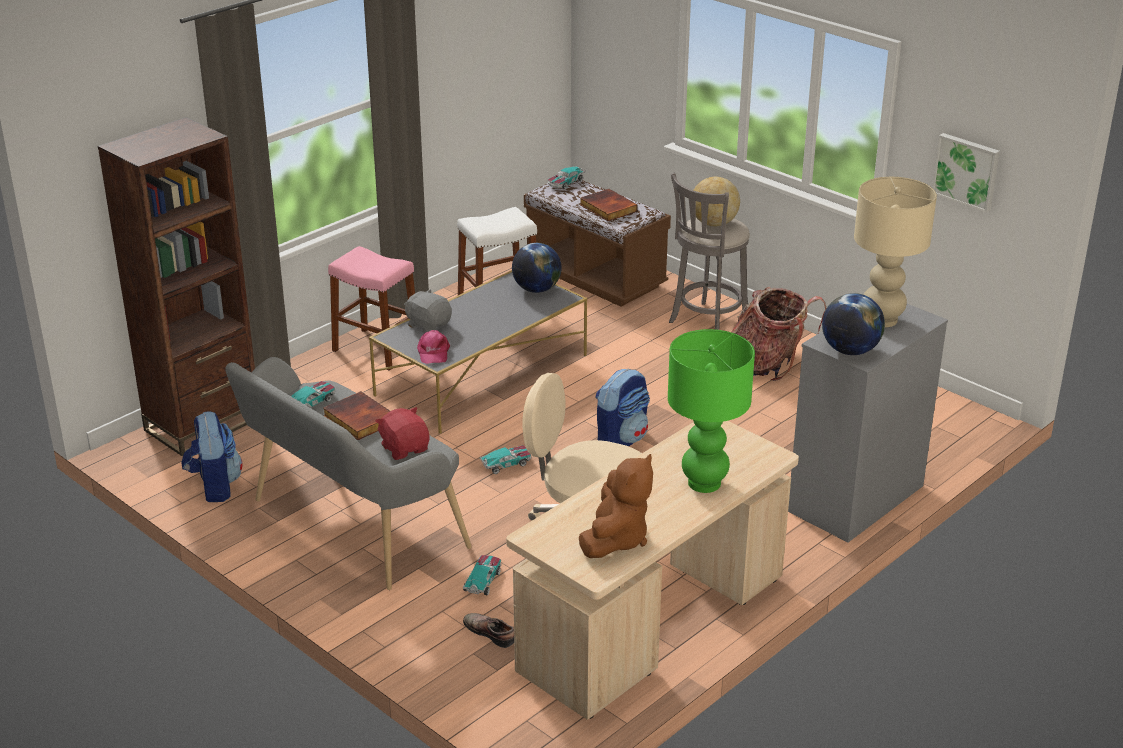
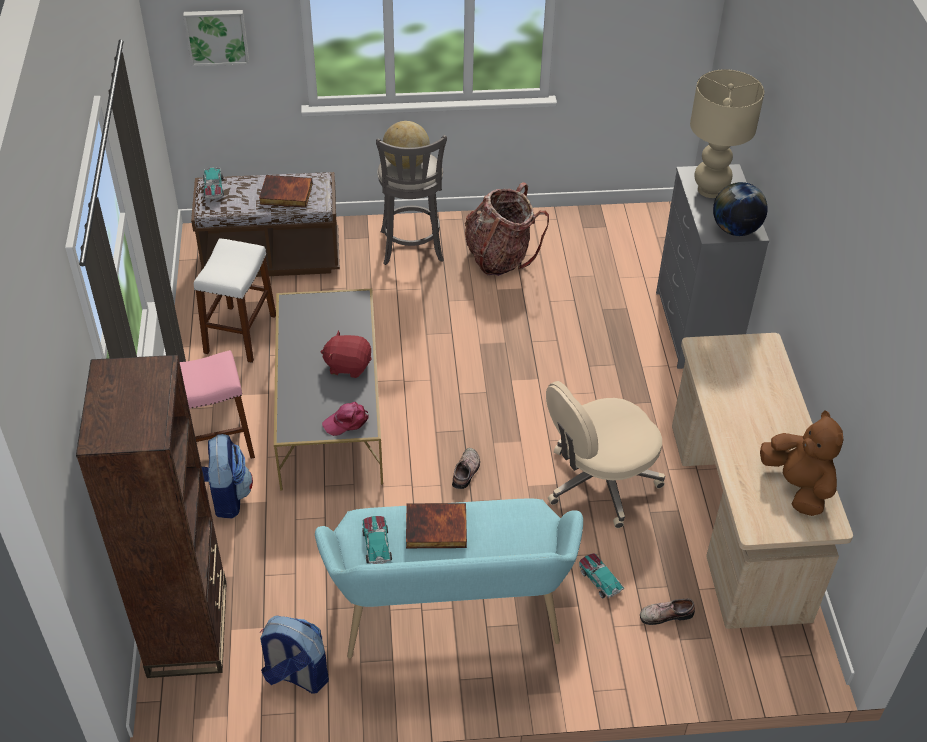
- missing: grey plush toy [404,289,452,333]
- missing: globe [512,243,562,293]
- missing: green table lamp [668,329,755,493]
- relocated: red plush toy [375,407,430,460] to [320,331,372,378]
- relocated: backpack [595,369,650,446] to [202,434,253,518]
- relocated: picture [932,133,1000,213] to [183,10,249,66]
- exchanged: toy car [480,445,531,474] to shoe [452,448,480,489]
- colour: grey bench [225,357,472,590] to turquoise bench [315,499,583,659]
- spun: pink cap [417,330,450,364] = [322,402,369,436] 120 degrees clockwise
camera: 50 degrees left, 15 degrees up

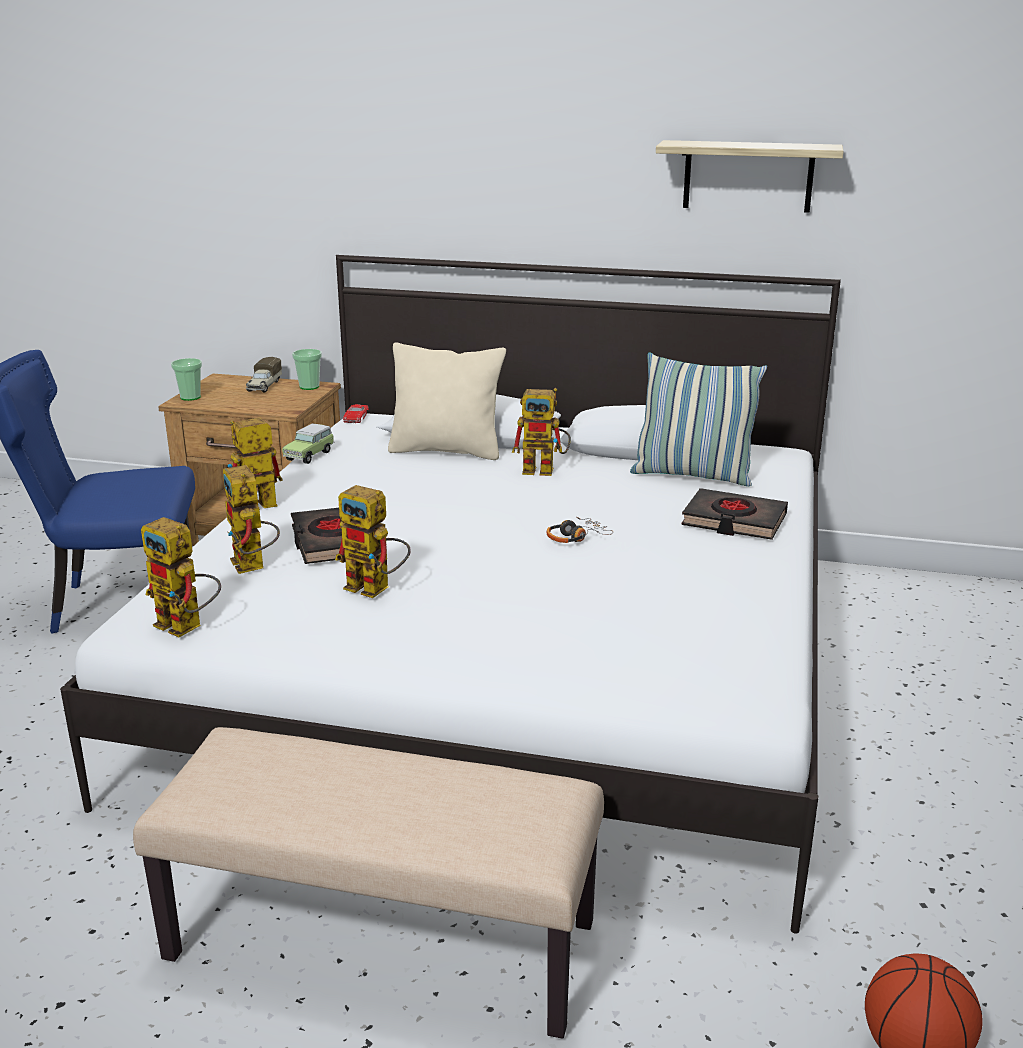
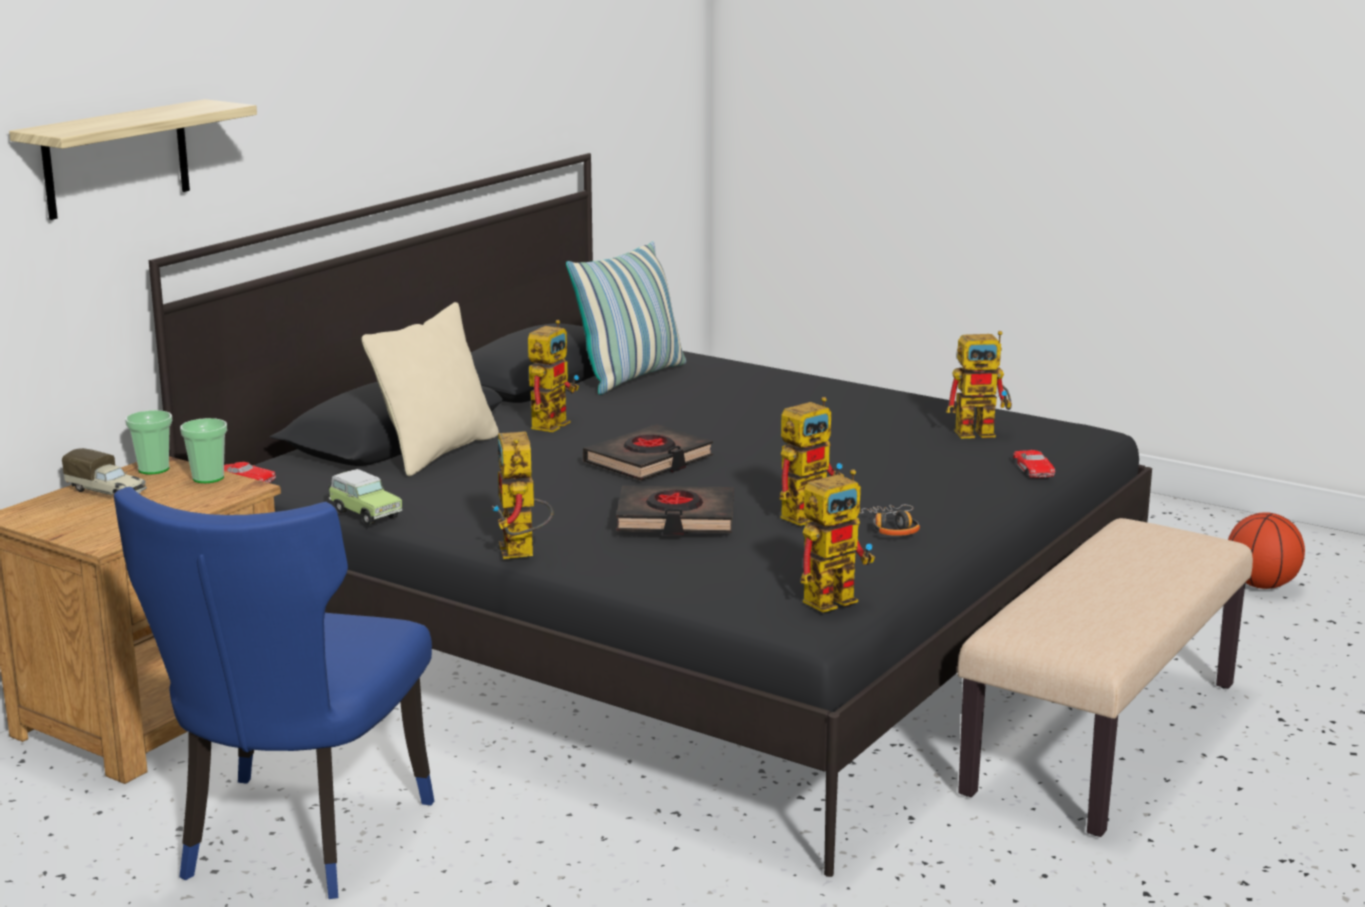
- appeared: red toy car [1013,450,1055,478]
- relocated: cup [171,358,202,401] to [180,418,227,483]
- relocated: toy robot [223,465,280,574] to [946,331,1012,439]
- relocated: headphones [547,517,613,543] to [859,505,920,536]
- relocated: shelf [656,140,844,213] to [9,99,257,220]
- relocated: black book [681,488,788,540] to [583,424,713,481]
- colour: white bed [60,255,841,934] to black bed [149,153,1152,877]
camera: 70 degrees left, 5 degrees down

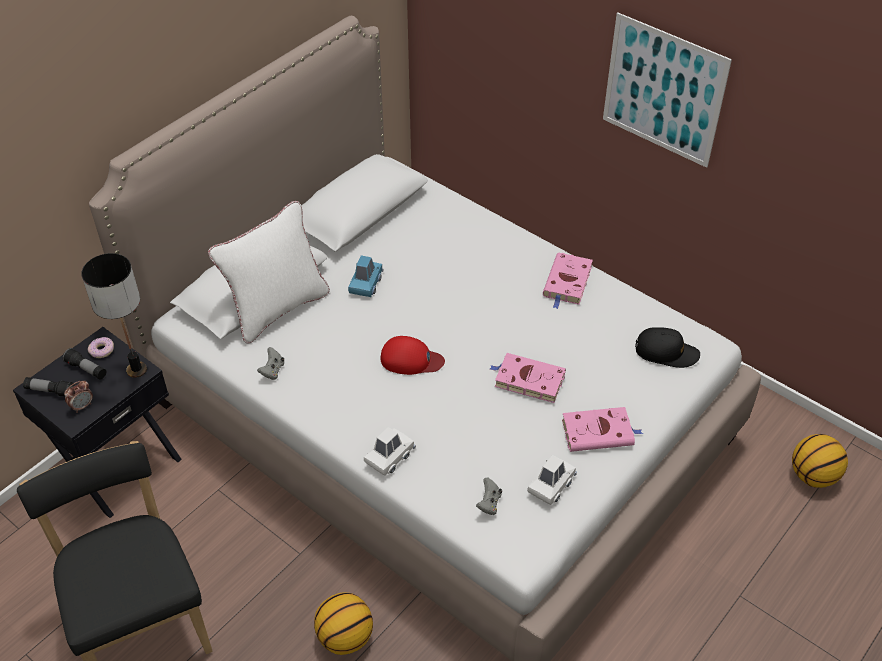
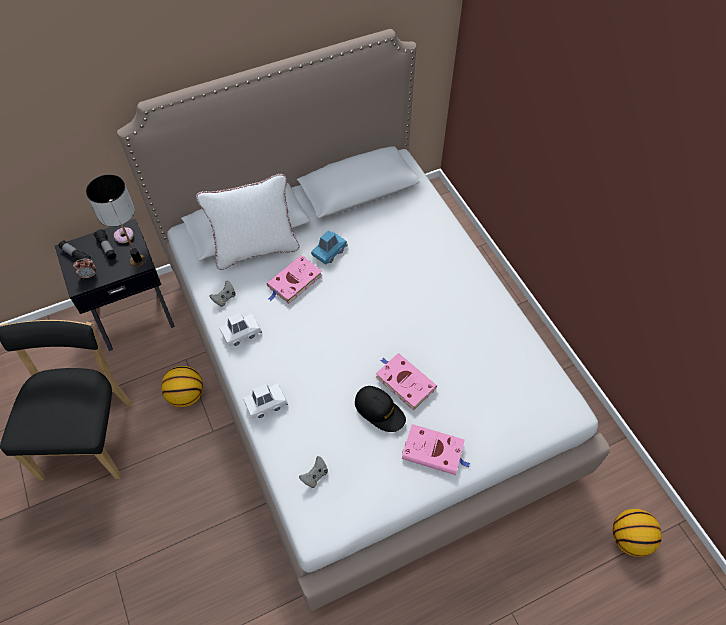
- missing: red cap [380,336,445,375]
- missing: picture [603,13,732,168]
- relocated: basketball [314,593,373,655] to [161,366,203,407]
- relocated: white toy car [527,455,577,505] to [219,313,262,346]
- relocated: pink book [543,253,593,309] to [266,255,322,304]
- relocated: black cap [635,327,700,368] to [355,386,406,432]
camera: 25 degrees right, 10 degrees up

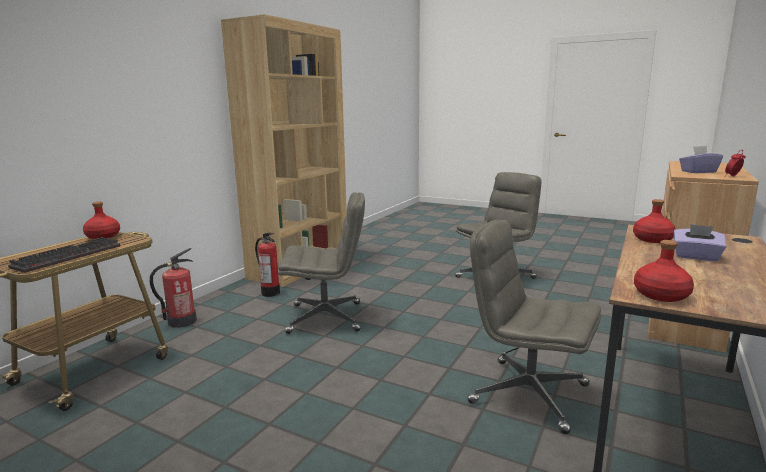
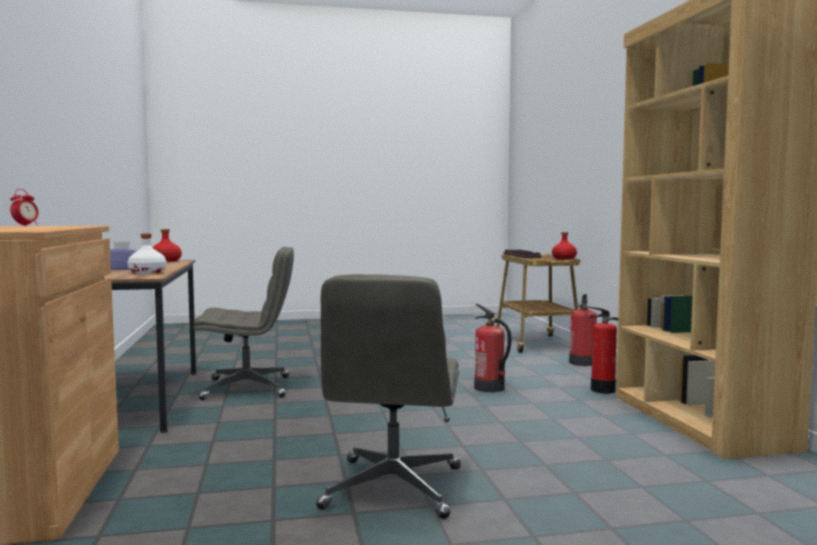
- missing: purple tissue box [679,146,723,173]
- exchanged: grey office chair [278,192,365,334] to fire extinguisher [474,304,512,392]
- colour: red bottle [633,199,676,243] to white bottle [127,233,167,274]
camera: 140 degrees right, 10 degrees down

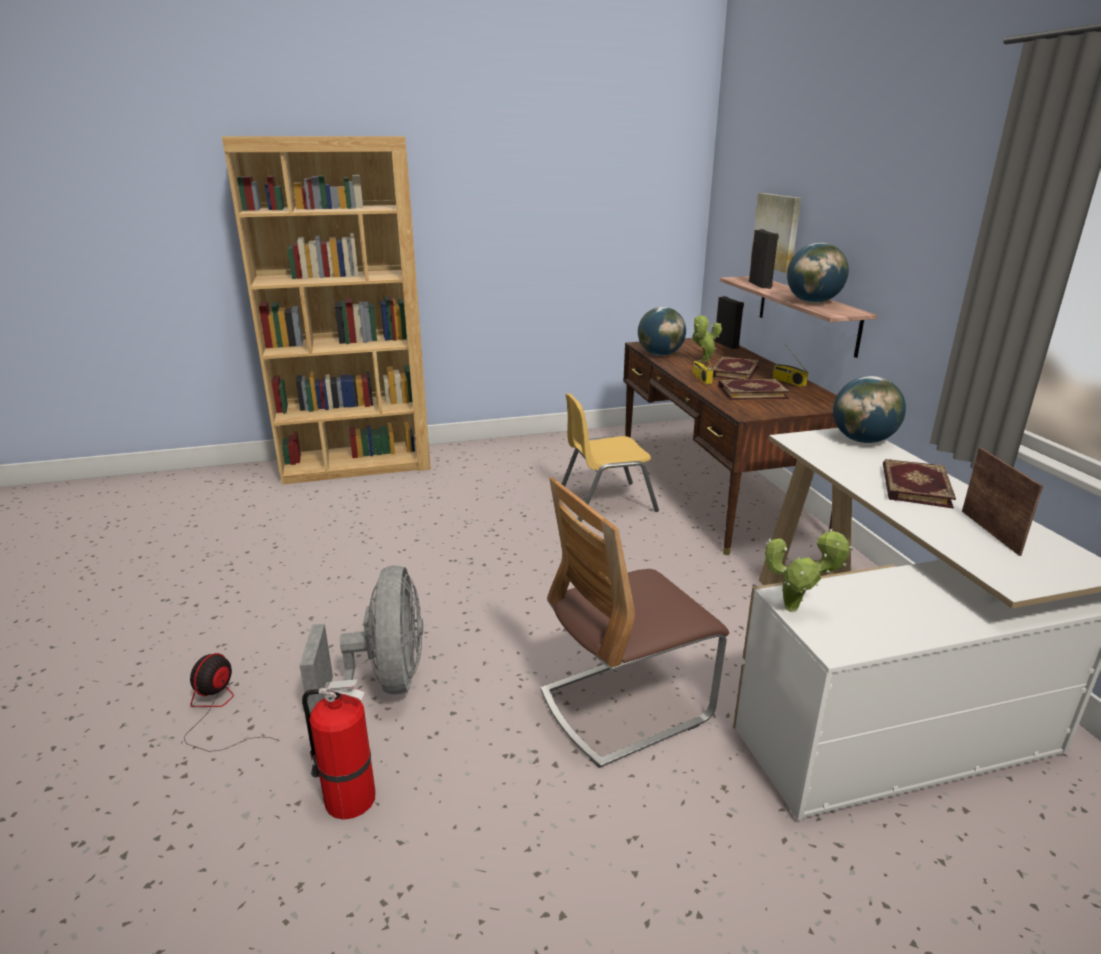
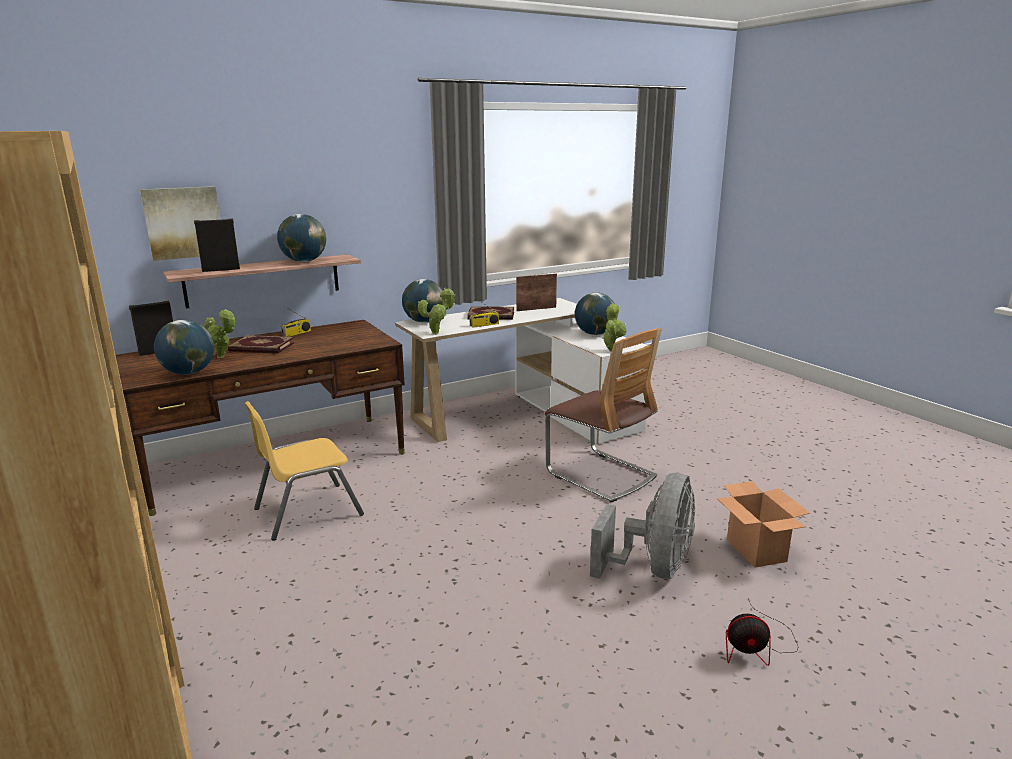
- missing: book [718,379,790,400]
- appeared: potted plant [418,288,456,335]
- appeared: globe [575,293,615,335]
- relocated: radio [693,343,713,384] to [469,299,499,328]
- exchanged: fire extinguisher [302,679,375,820] to cardboard box [717,481,810,568]
- spun: grey fan [299,566,423,713] = [590,473,695,579] 135 degrees clockwise
- spun: yellow chair [562,393,659,522] = [244,401,364,541] 90 degrees clockwise
camera: 105 degrees left, 5 degrees down

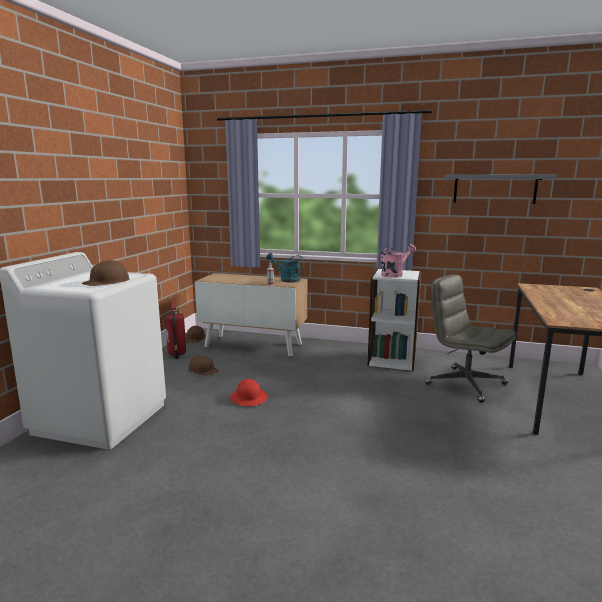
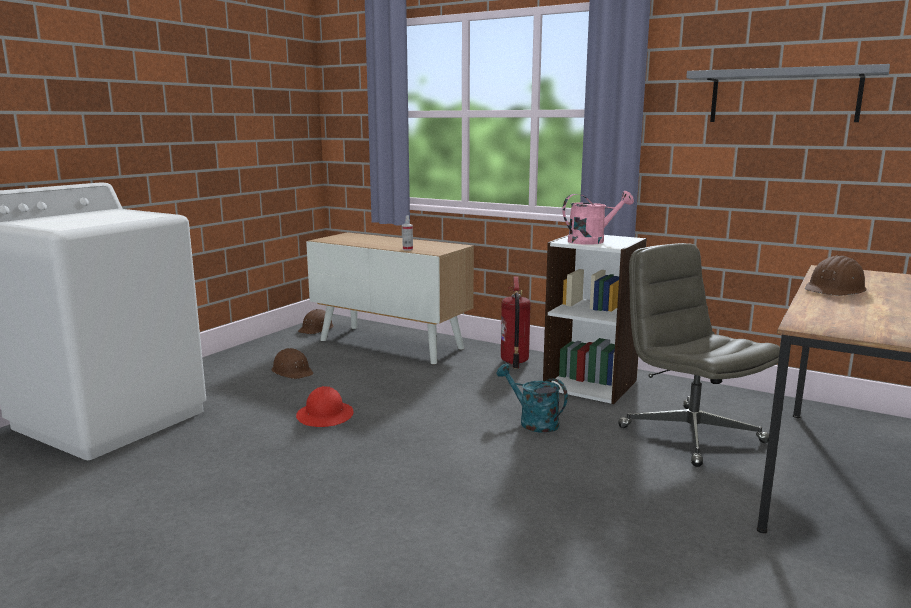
- relocated: brown hard hat [82,260,130,286] to [805,255,867,296]
- relocated: fire extinguisher [165,300,186,360] to [501,277,531,369]
- relocated: turquoise watering can [266,253,304,283] to [497,364,568,433]
camera: 15 degrees right, 0 degrees up

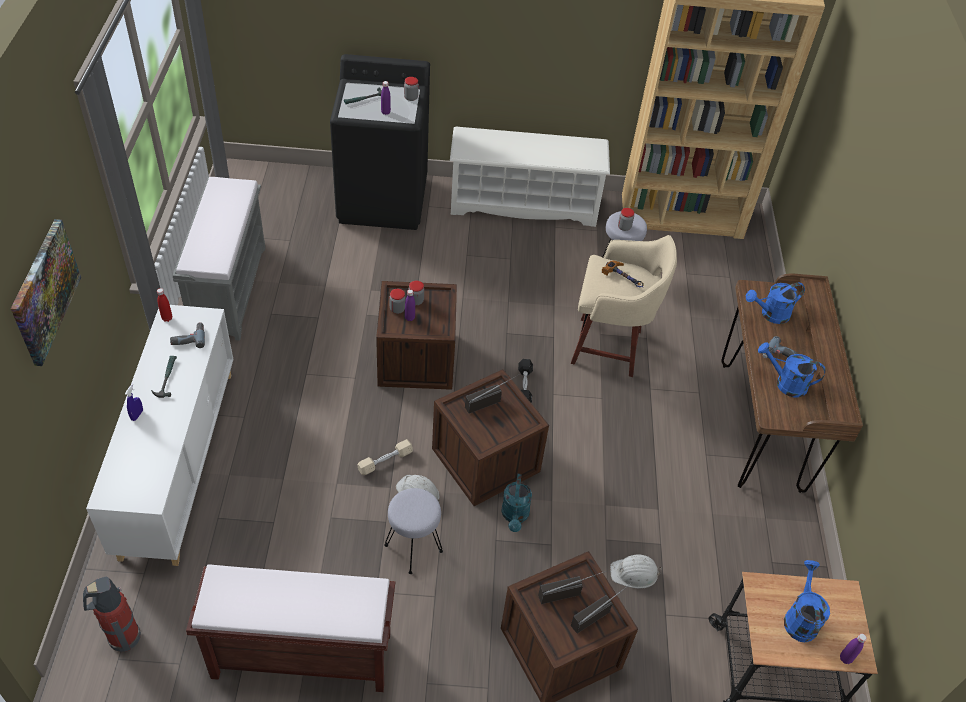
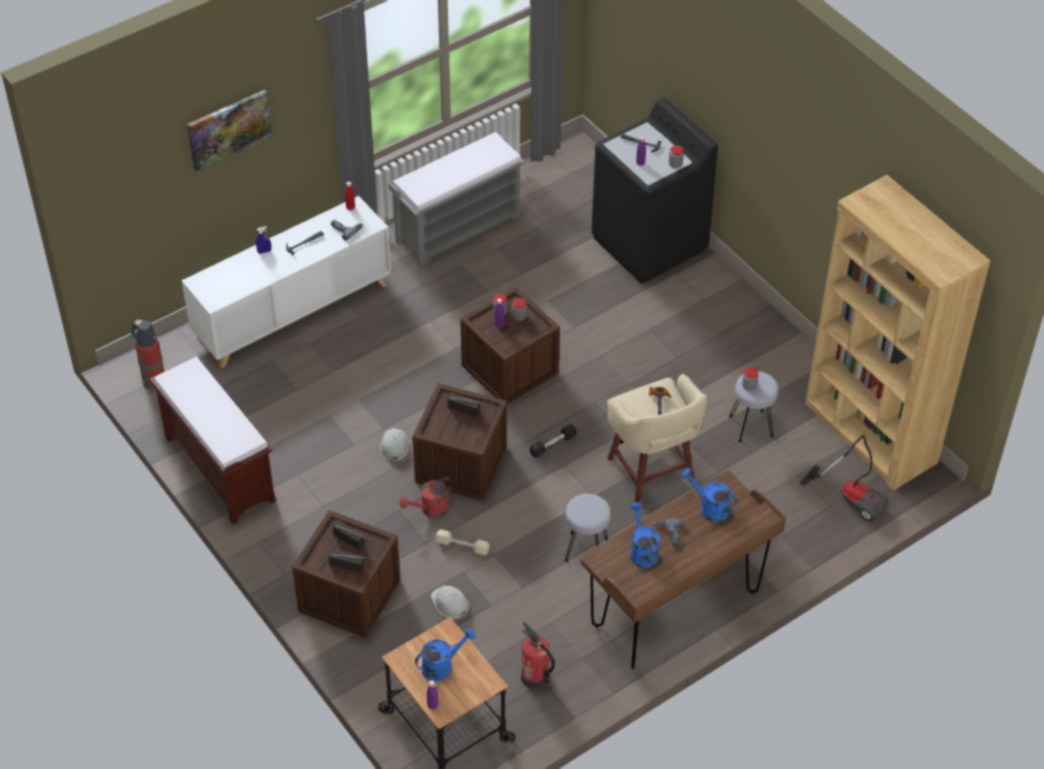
- missing: white shoe rack [450,127,610,227]
- appeared: fire extinguisher [521,622,555,689]
- appeared: vacuum cleaner [799,435,888,522]
- relocated: beige dumbbell [357,439,413,475] to [435,529,490,556]
- relocated: grey stool [384,488,443,574] to [565,494,611,562]
- colour: turquoise watering can [501,474,532,532] to red watering can [400,477,452,517]
camera: 55 degrees right, 0 degrees up

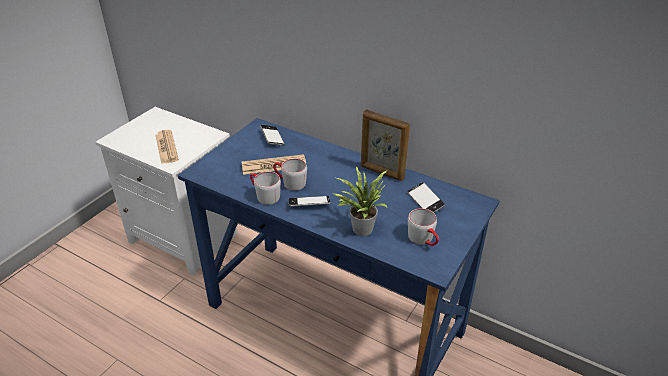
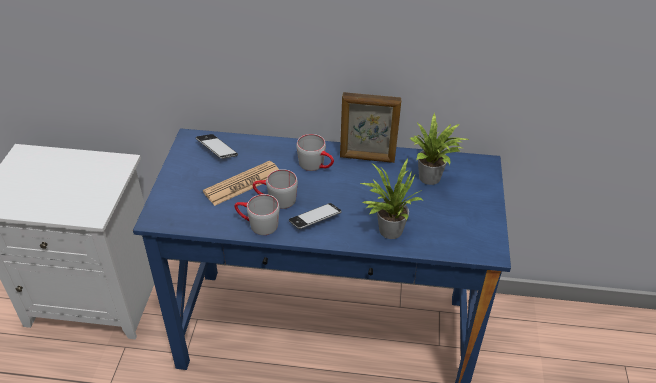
- missing: newspaper [156,130,179,164]
- relocated: grey mug [408,208,439,246] to [296,134,334,171]
- exchanged: phone [407,182,445,213] to potted plant [410,113,469,185]
camera: 25 degrees left, 5 degrees up

